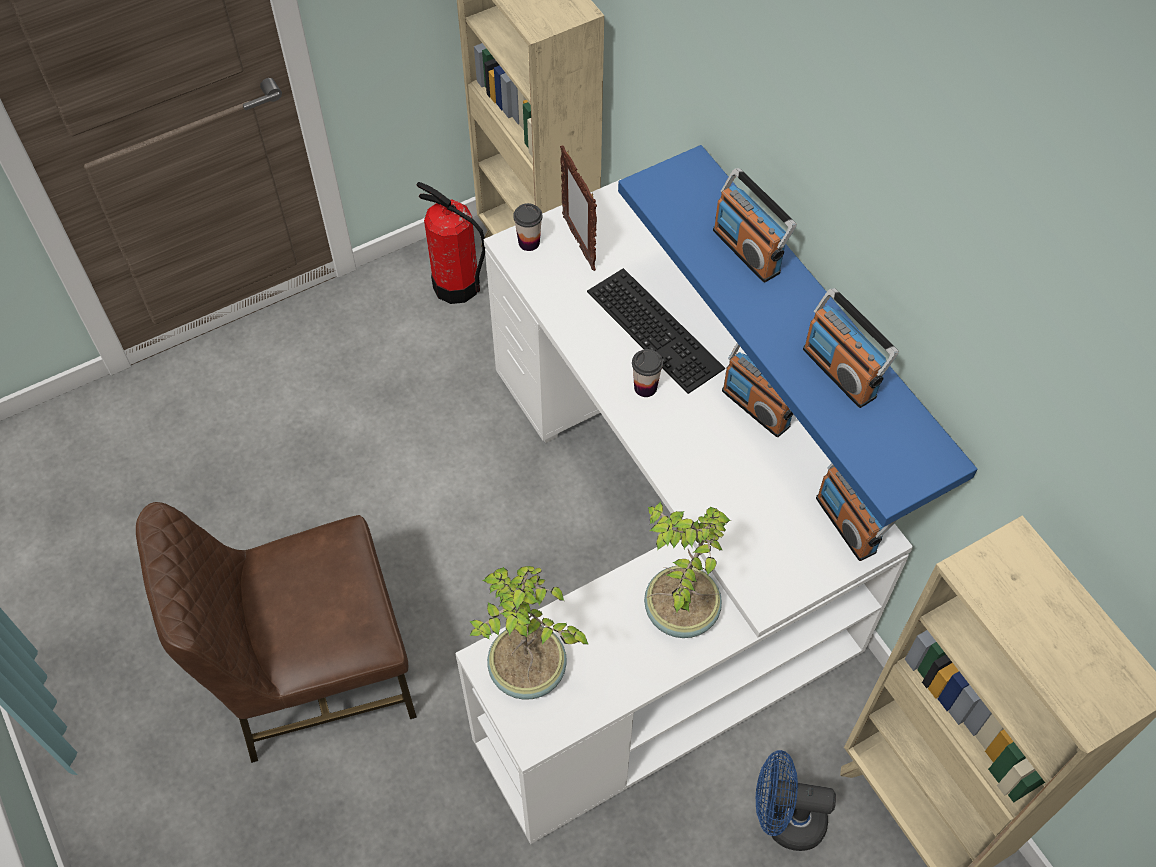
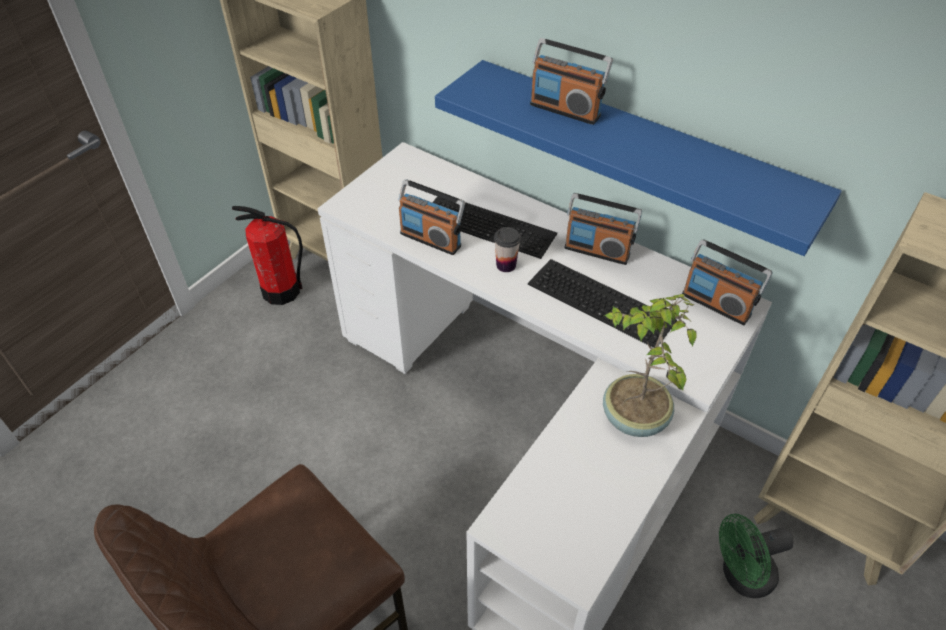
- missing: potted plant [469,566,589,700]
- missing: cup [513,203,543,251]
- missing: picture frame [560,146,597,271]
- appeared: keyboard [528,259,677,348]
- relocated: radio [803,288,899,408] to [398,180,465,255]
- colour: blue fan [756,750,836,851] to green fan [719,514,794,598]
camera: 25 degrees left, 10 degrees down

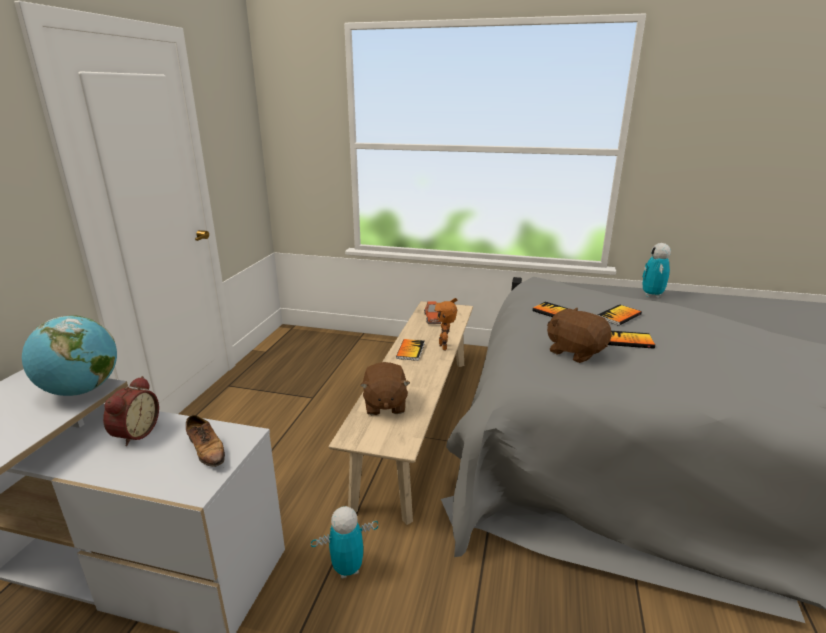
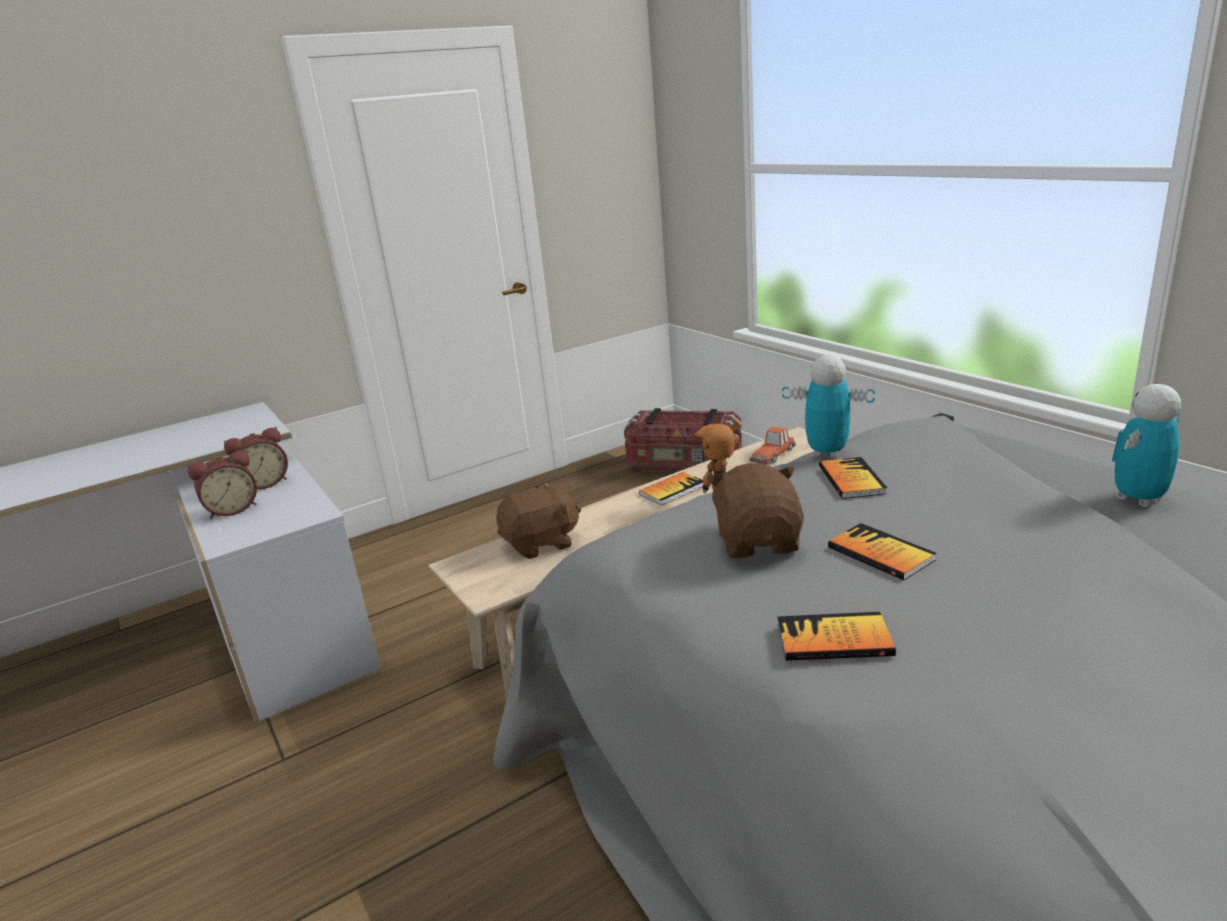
- missing: globe [22,315,117,396]
- missing: shoe [186,415,225,467]
- appeared: alarm clock [188,450,257,519]
- appeared: storage box [624,408,742,472]
- relocated: toy robot [311,506,378,579] to [782,354,875,458]
- relocated: book [598,304,642,326] to [777,612,896,661]
- spun: brown plush toy [360,362,410,415] = [496,482,581,559] 150 degrees counterclockwise
camera: 45 degrees right, 0 degrees up

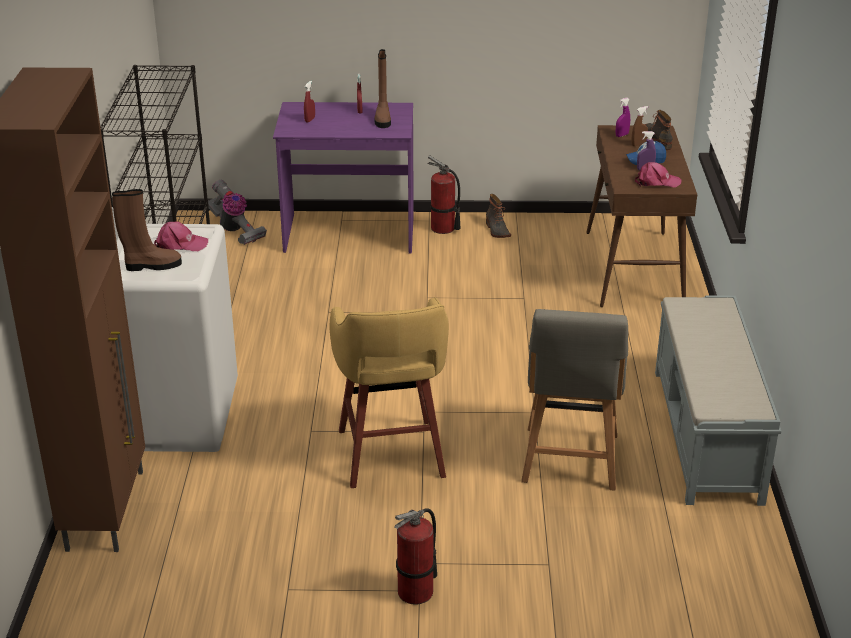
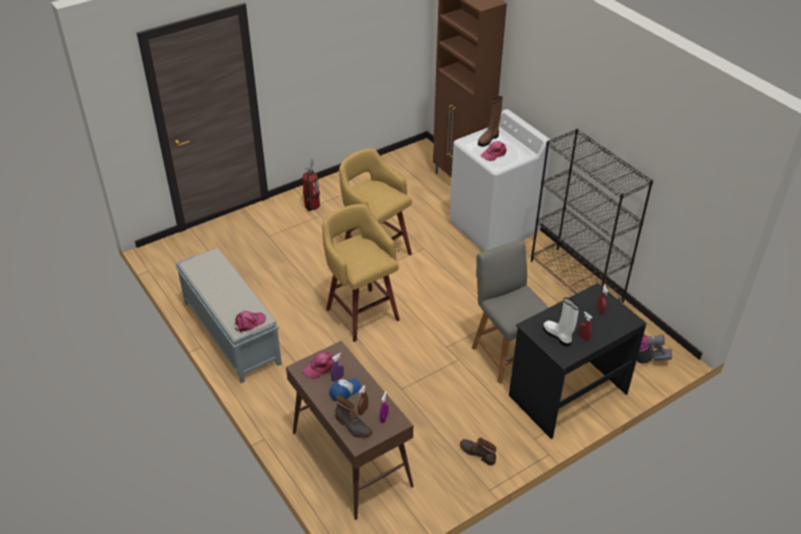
- missing: fire extinguisher [427,155,461,234]
- appeared: pink cap [235,311,266,333]
- appeared: yellow stool [322,204,400,342]
- relocated: grey chair [521,309,628,491] to [472,239,548,384]
- colour: purple desk [273,102,414,254] to black desk [509,283,647,439]
- colour: brown boot [374,49,391,128] to white boot [543,297,579,347]
camera: 145 degrees right, 10 degrees up

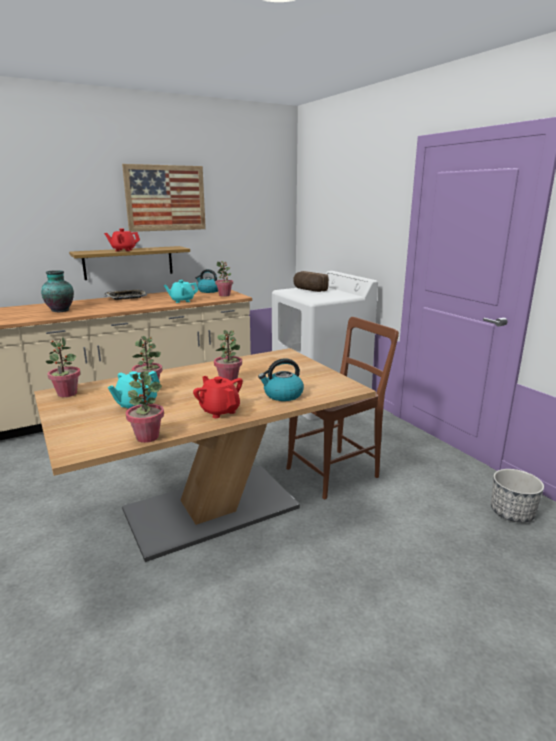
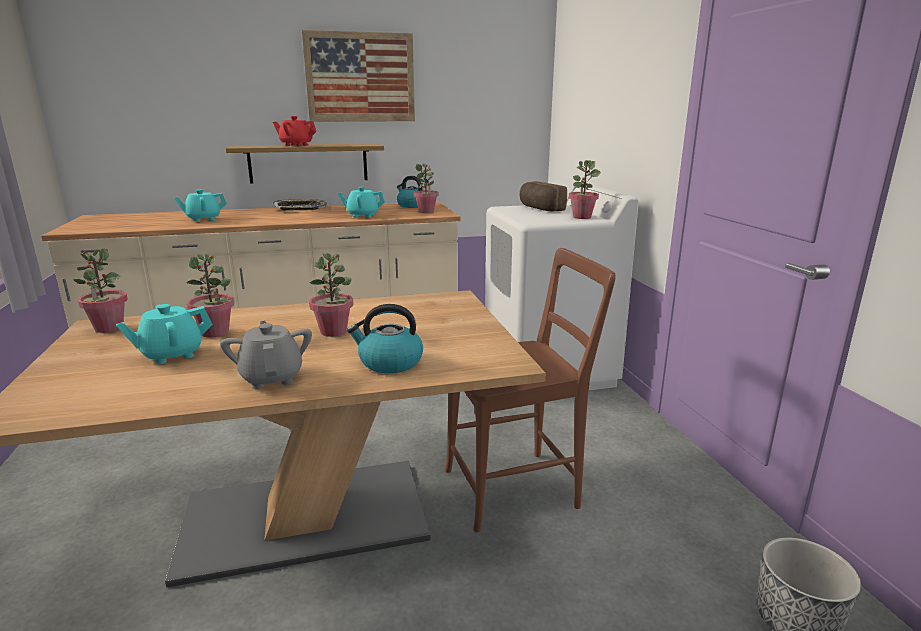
- relocated: potted plant [126,371,164,443] to [569,160,601,219]
- exchanged: vase [41,270,74,312] to turquoise teapot [174,189,227,222]
- colour: red teapot [193,376,243,418] to grey teapot [220,320,312,389]
camera: 15 degrees right, 0 degrees up

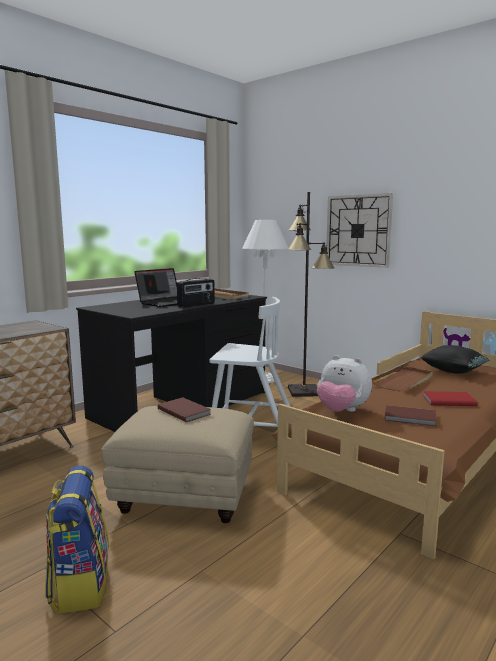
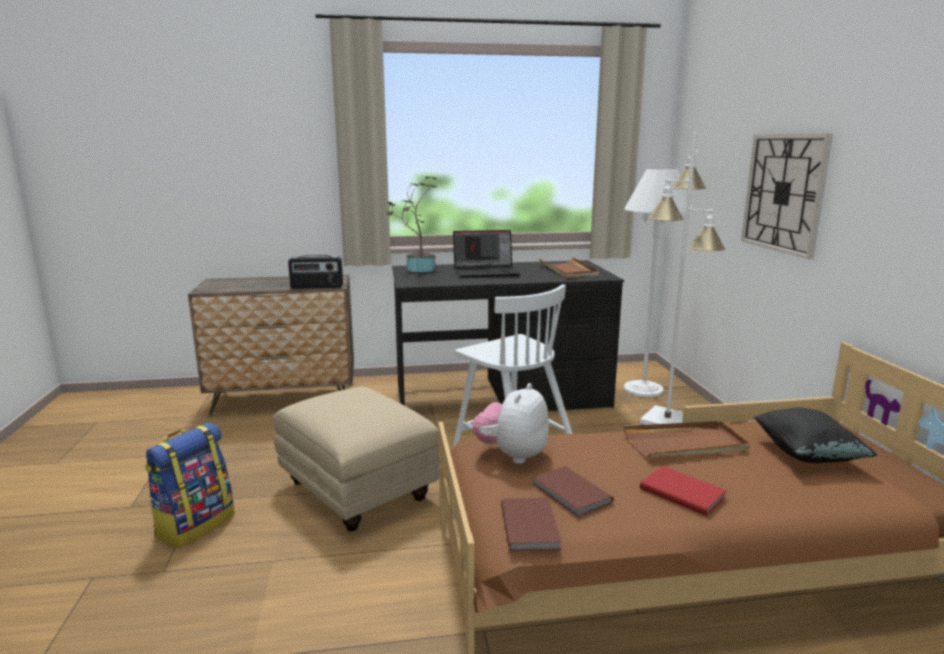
- appeared: potted plant [386,176,437,272]
- relocated: brown book [158,397,211,422] to [501,498,562,552]
- relocated: radio [177,278,215,308] to [288,255,343,289]
- colour: black floor lamp [287,192,335,397] to white floor lamp [640,132,725,425]
- spun: plush toy [317,355,372,412] = [472,383,549,464] 45 degrees clockwise
camera: 40 degrees right, 5 degrees up

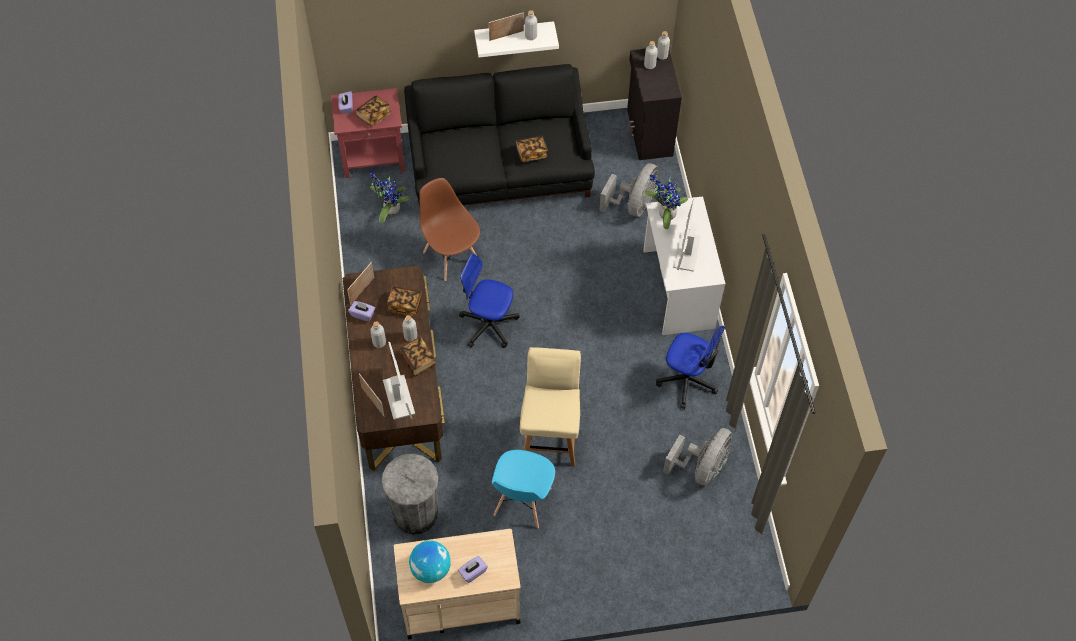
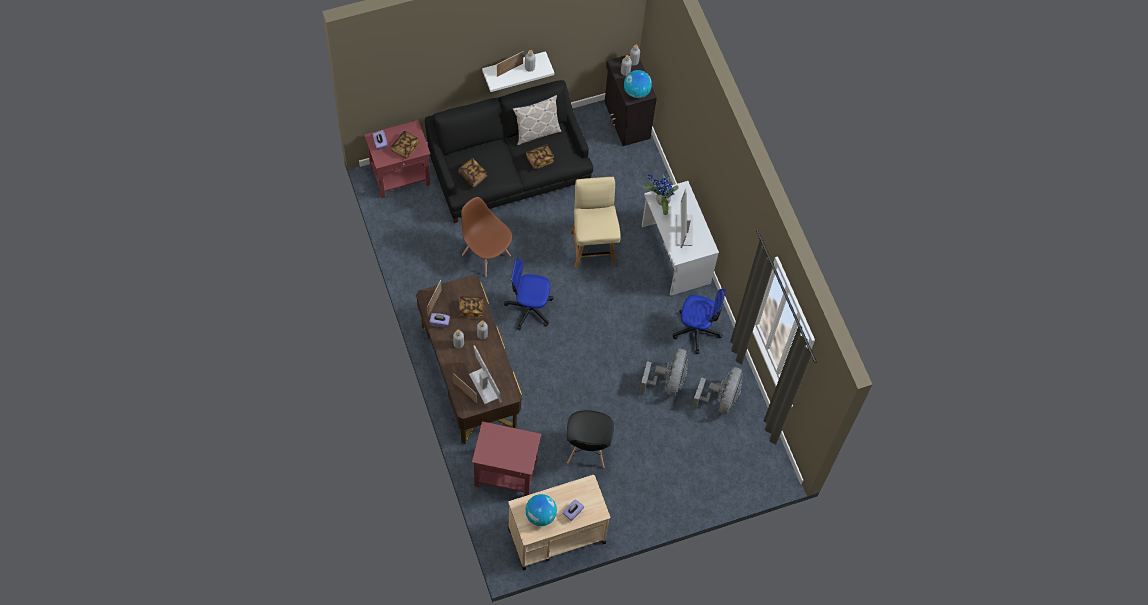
- missing: potted plant [370,170,409,223]
- appeared: pillow [513,95,561,145]
- appeared: globe [624,70,652,98]
- relocated: book [399,337,437,376] to [458,158,488,188]
- relocated: beige chair [520,347,581,467] to [570,177,621,268]
- relocated: grey fan [599,163,658,217] to [639,349,688,396]
- exchanged: grey trash can [382,454,438,535] to red side table [472,421,541,496]
- colour: blue chair [492,450,555,529] to black chair [567,410,614,468]
camera: 15 degrees left, 5 degrees up

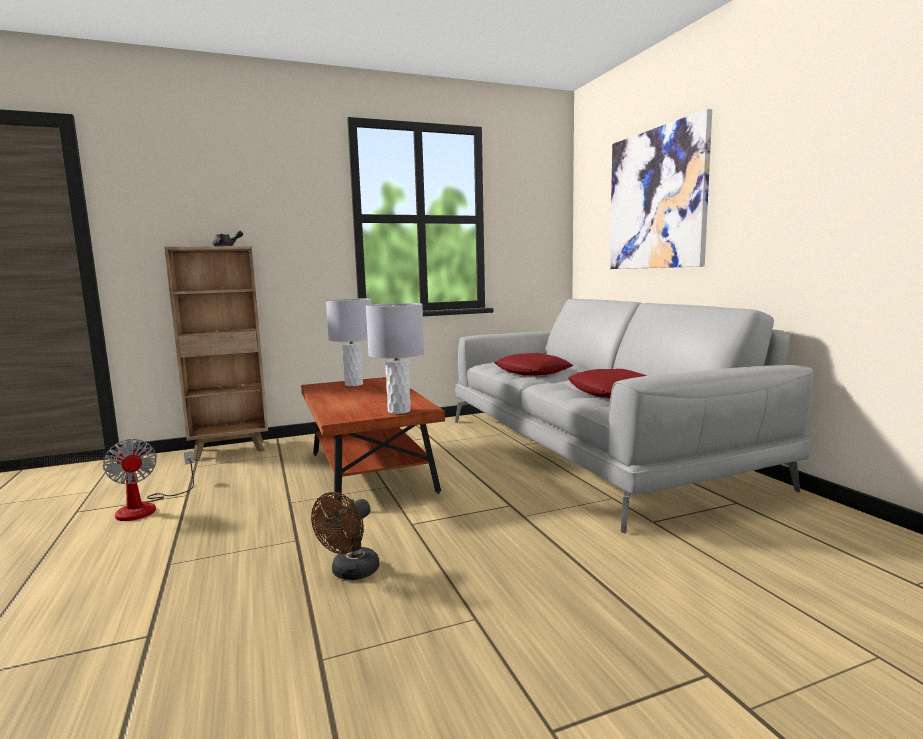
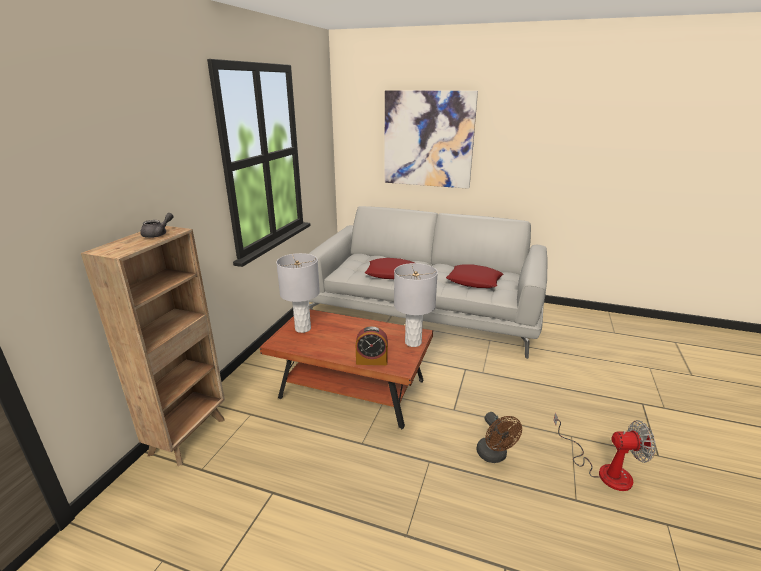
- appeared: alarm clock [356,326,388,365]
- relocated: fan [103,439,194,521] to [553,412,656,491]
camera: 50 degrees left, 15 degrees up

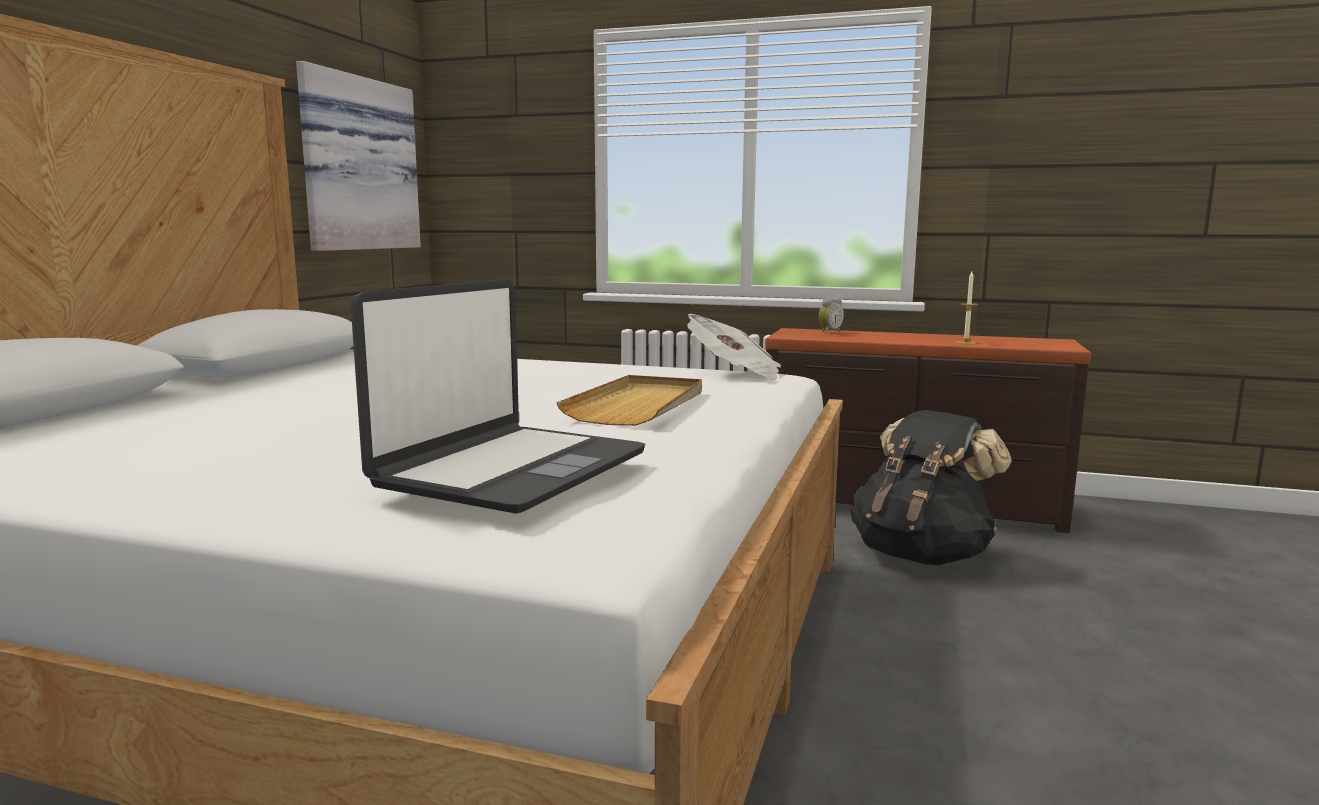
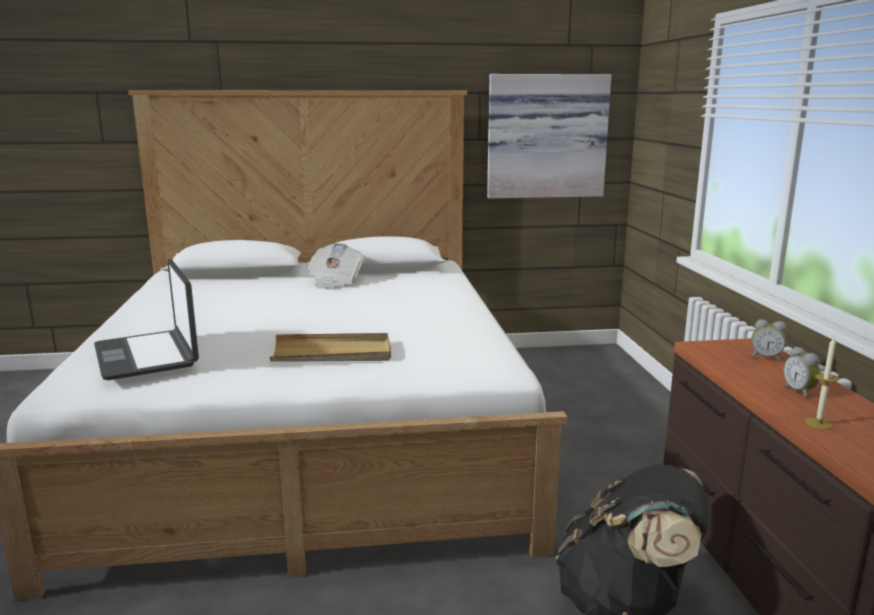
- appeared: alarm clock [783,346,820,398]
- relocated: newspaper [687,314,781,380] to [307,243,364,289]
- spun: laptop [351,279,645,514] = [94,259,199,380] 60 degrees clockwise
camera: 65 degrees right, 5 degrees up

